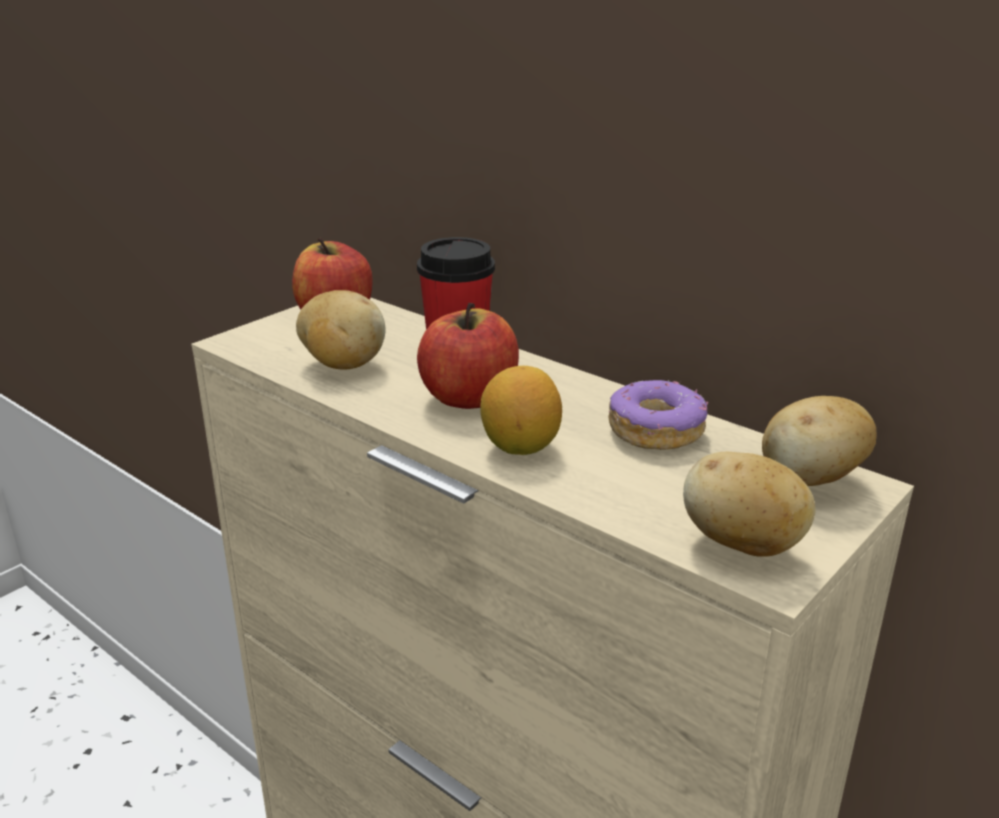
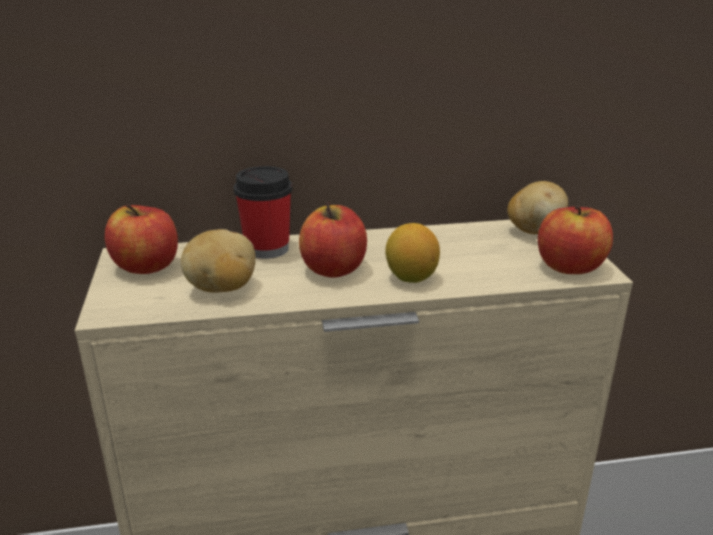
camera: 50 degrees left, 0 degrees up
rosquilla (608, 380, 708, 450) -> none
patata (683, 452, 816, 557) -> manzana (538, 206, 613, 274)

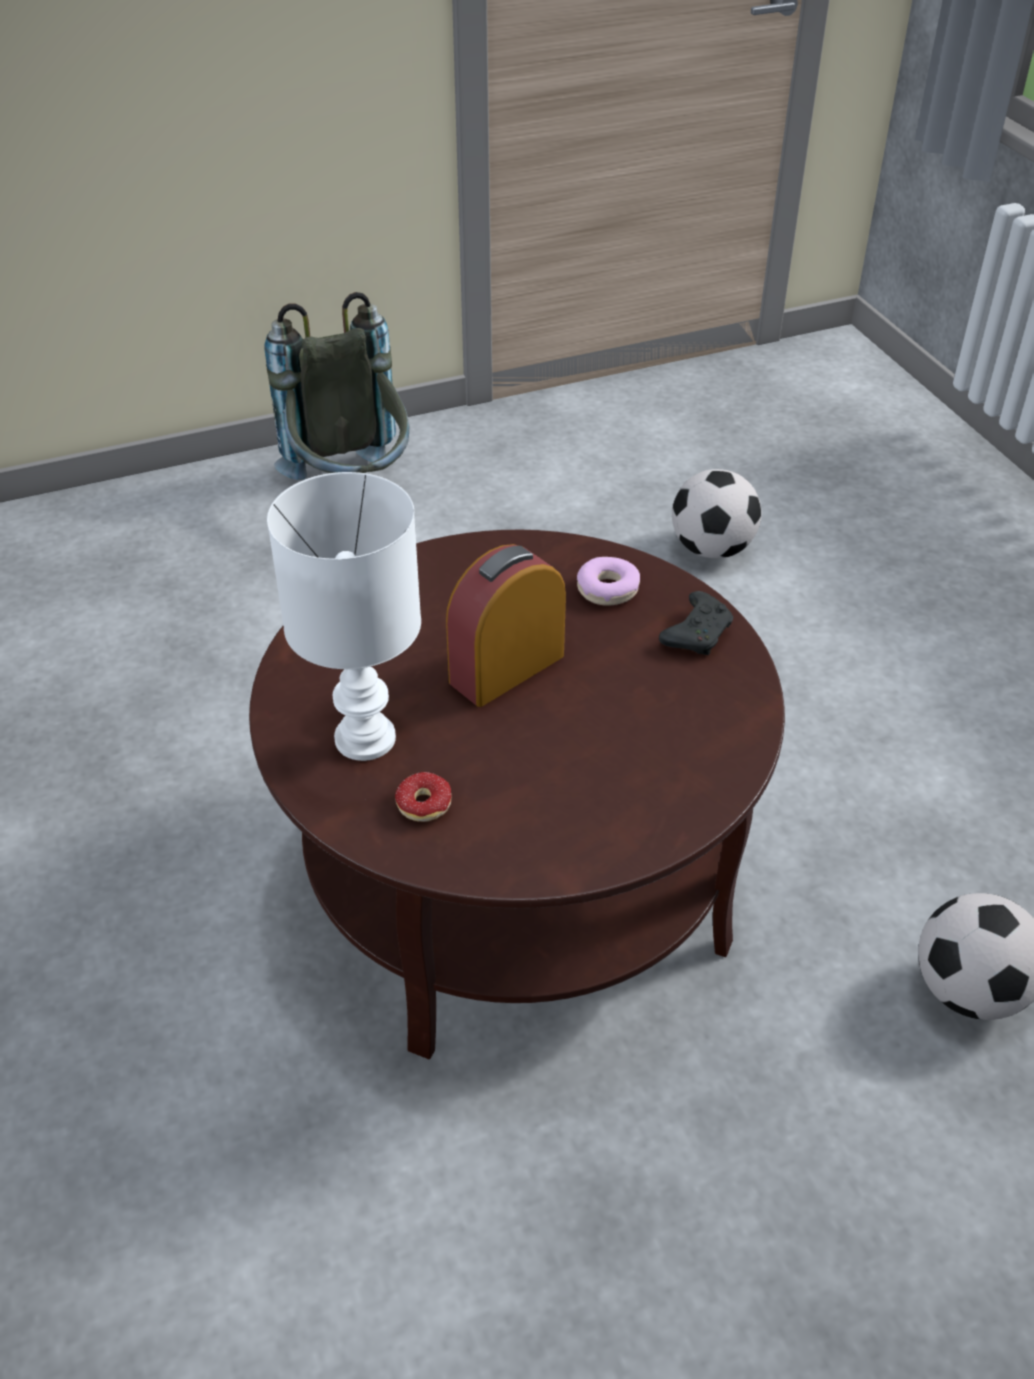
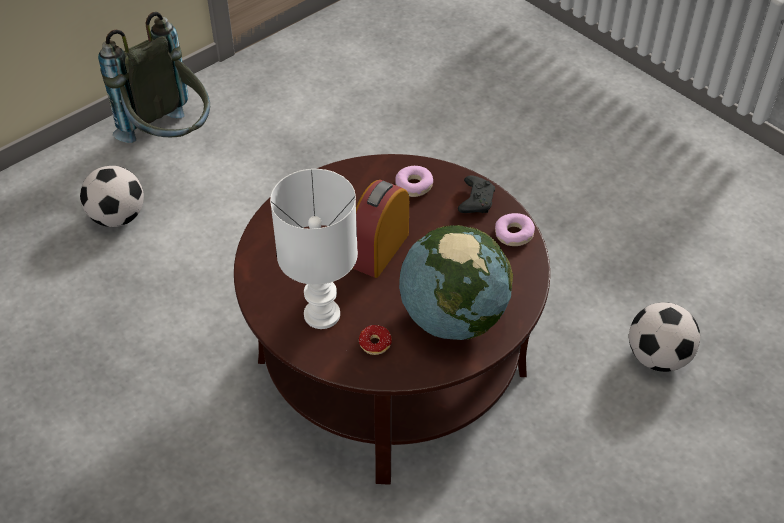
camera: 20 degrees left, 5 degrees up
balón de fútbol (672, 469, 761, 558) -> balón de fútbol (80, 166, 144, 227), moved
none -> globo terráqueo (399, 225, 513, 340)
none -> rosquilla (495, 213, 535, 246)

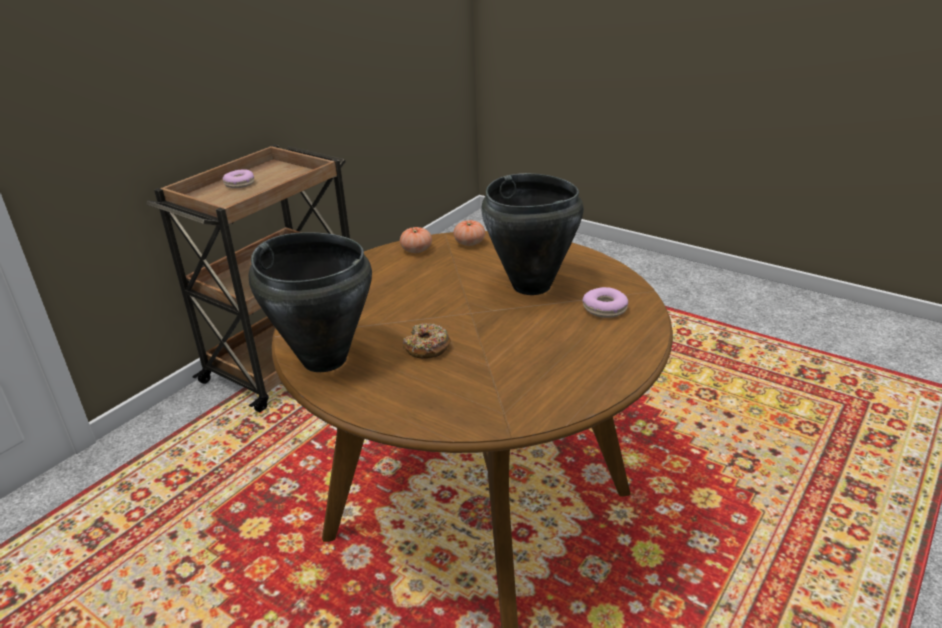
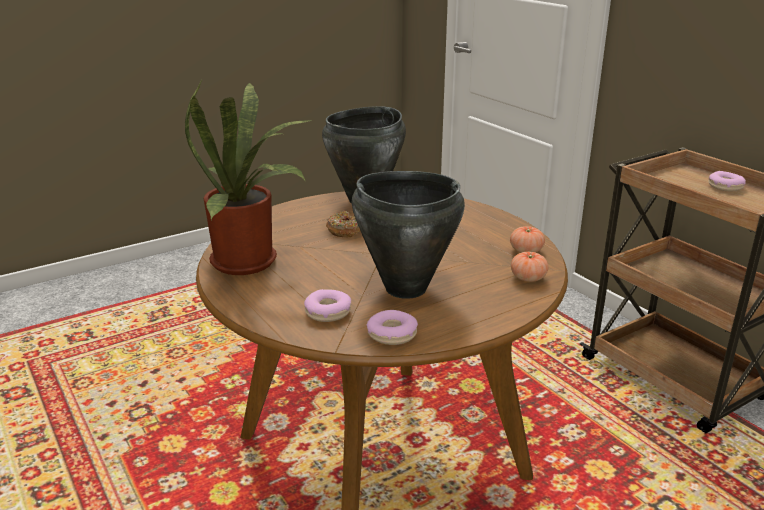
camera: 110 degrees right, 5 degrees down
none -> planta en maceta (185, 80, 315, 275)
none -> rosquilla (367, 310, 418, 345)

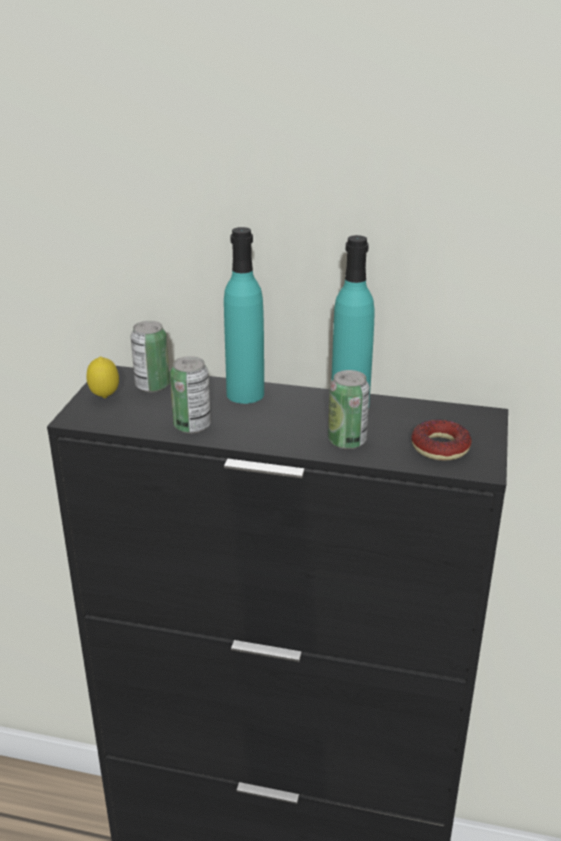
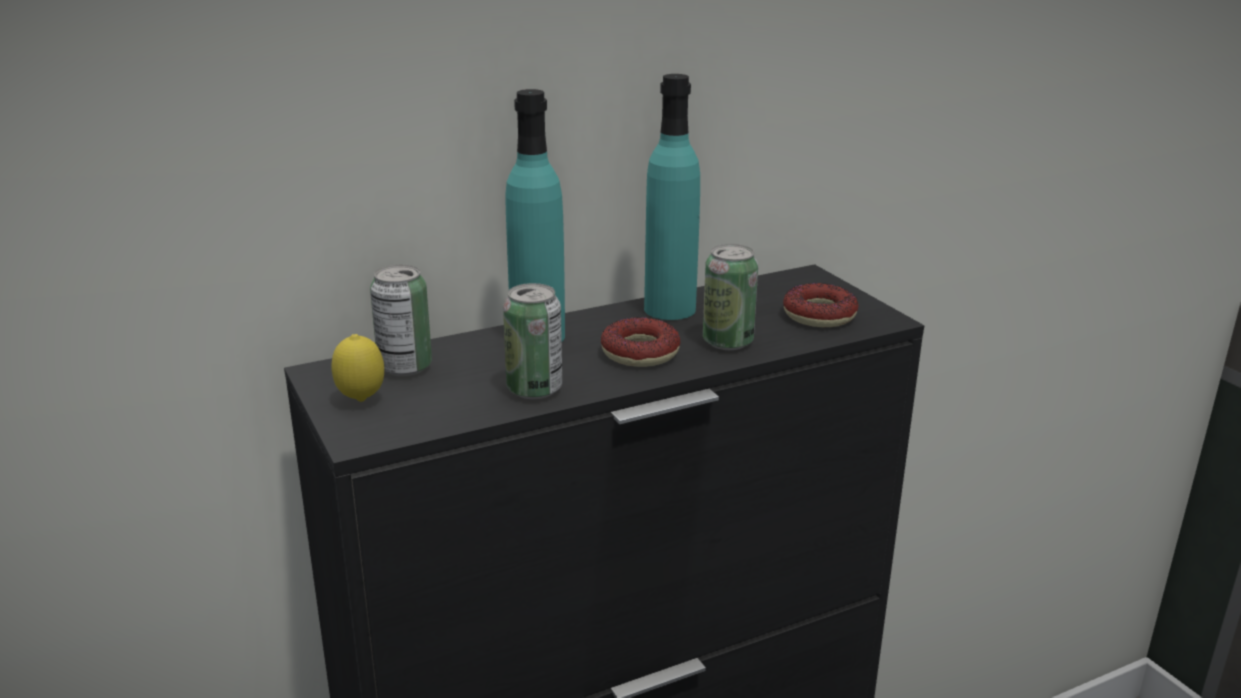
camera: 40 degrees left, 5 degrees down
none -> rosquilla (601, 317, 680, 367)

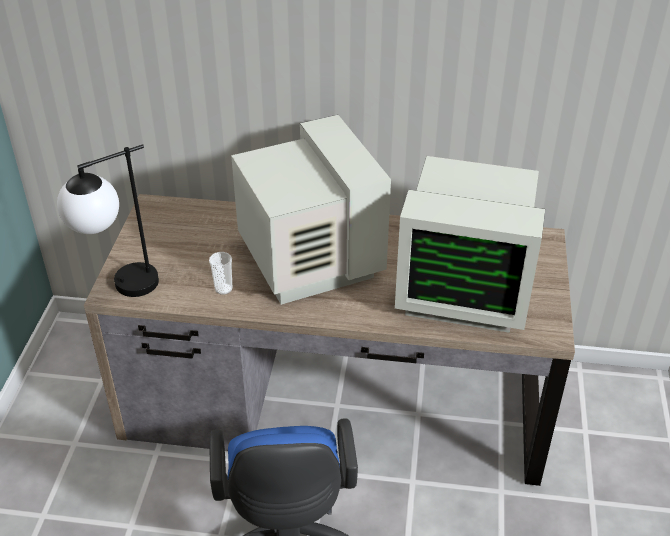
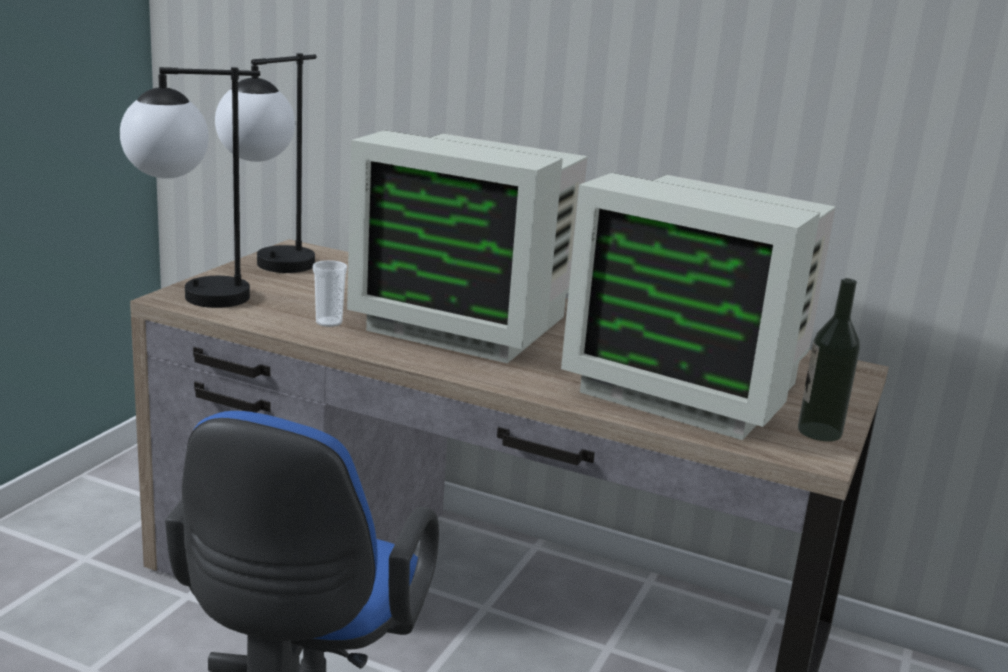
camera: 15 degrees right, 20 degrees down
monitor (231, 115, 391, 305) -> monitor (347, 130, 588, 363), 120 degrees clockwise
none -> lámpara de mesa (215, 53, 317, 273)
none -> botella (798, 278, 860, 442)

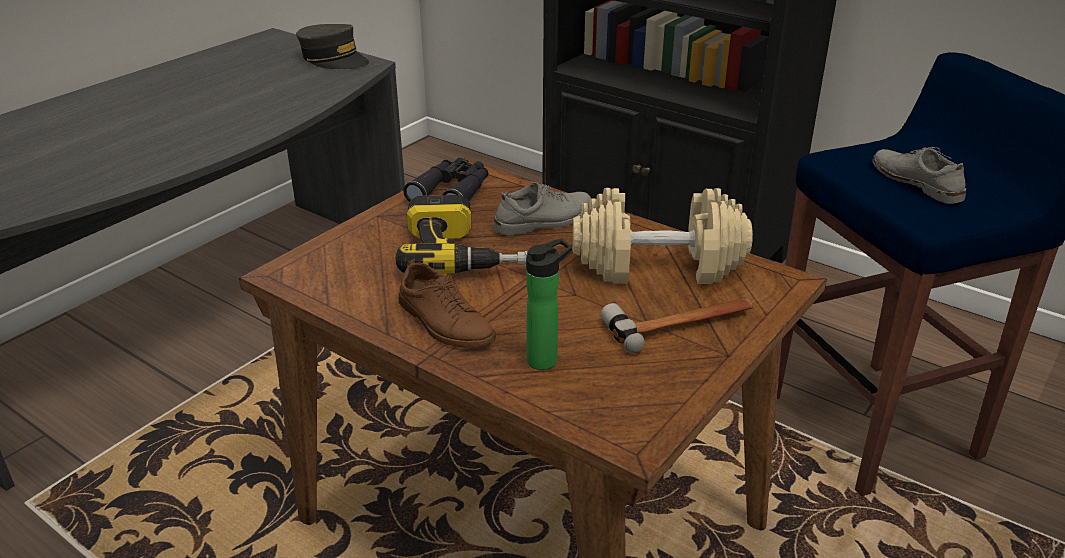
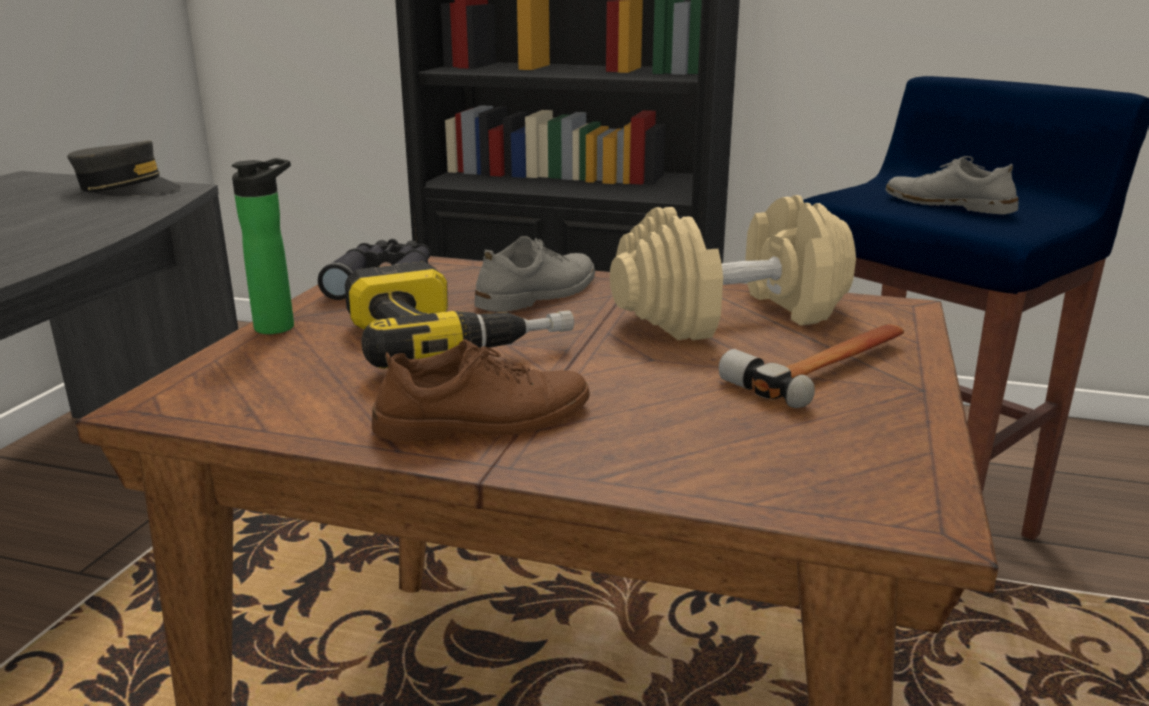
camera: 20 degrees left, 10 degrees down
zapato (marrón) (398, 259, 496, 348) -> zapato (marrón) (372, 339, 590, 442), 45 degrees counterclockwise
botella (526, 238, 572, 370) -> botella (232, 158, 294, 334), moved

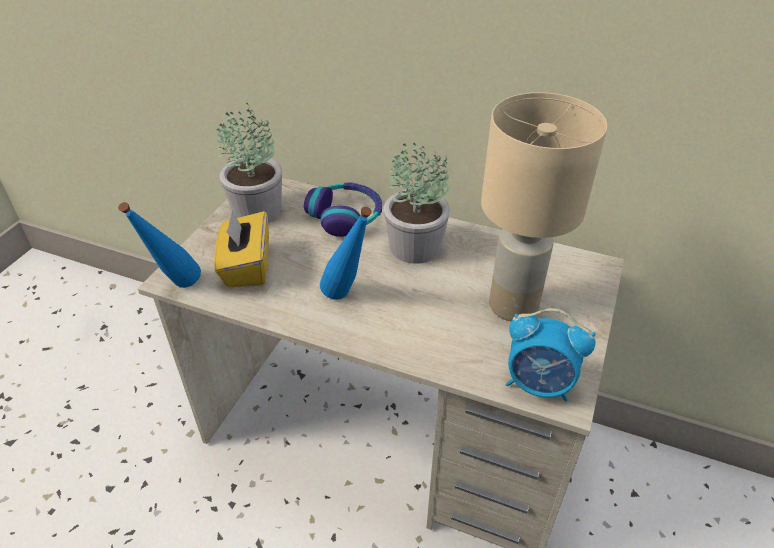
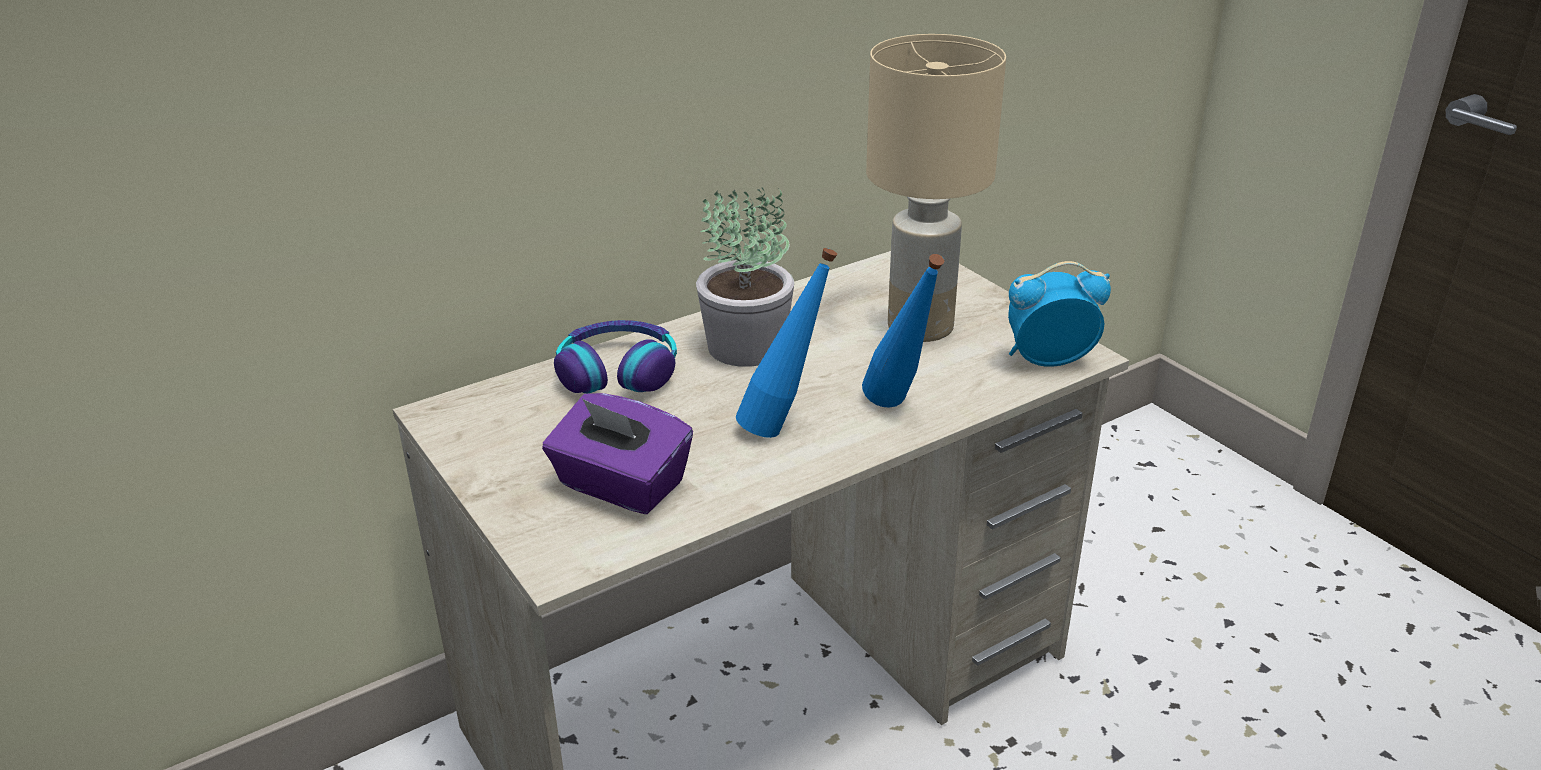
camera: 55 degrees left, 10 degrees down
botella (azul) (118, 202, 201, 288) -> botella (azul) (862, 254, 944, 408), moved
caja de pañuelos (amarillo) (214, 211, 269, 287) -> caja de pañuelos (morado) (542, 393, 693, 514)
planta en maceta (216, 103, 282, 222) -> none
despertador (505, 308, 595, 402) -> despertador (1008, 261, 1111, 367), 150 degrees counterclockwise

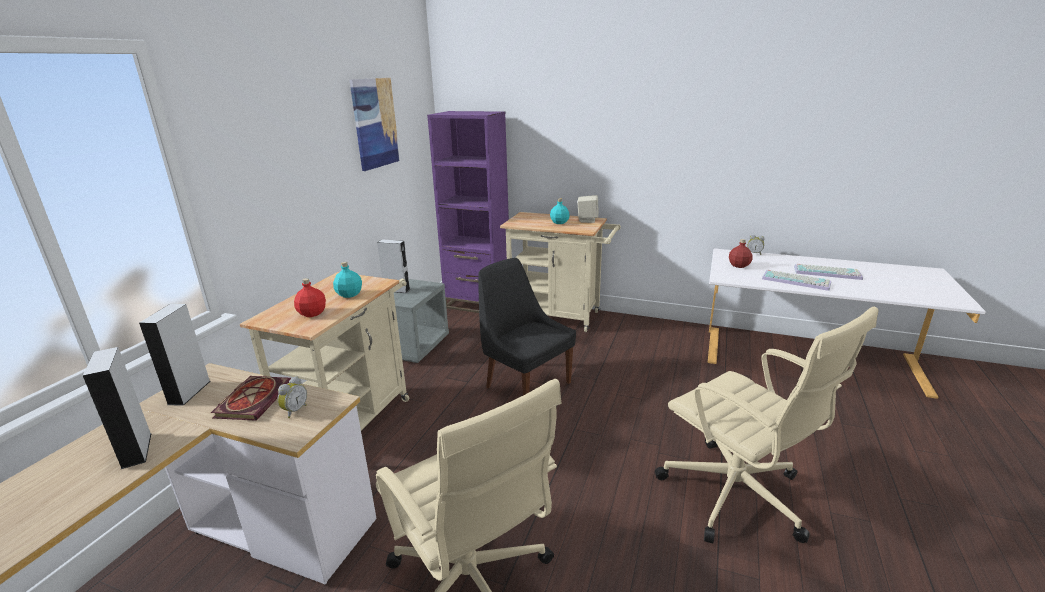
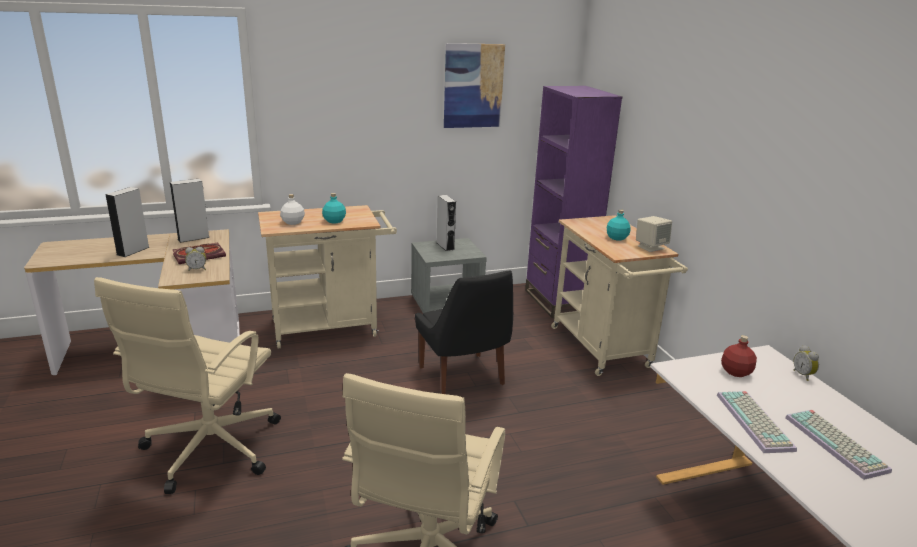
camera: 50 degrees right, 0 degrees up
botella (rojo) (294, 278, 326, 317) -> botella (blanco) (280, 194, 305, 225)
silla (negro) (479, 258, 576, 396) -> silla (negro) (415, 270, 513, 394), 150 degrees clockwise

